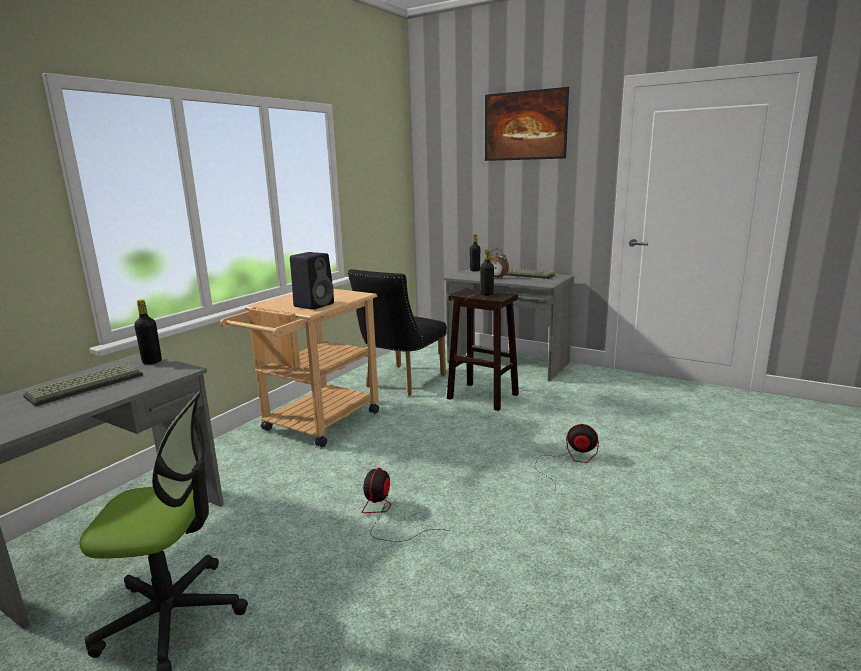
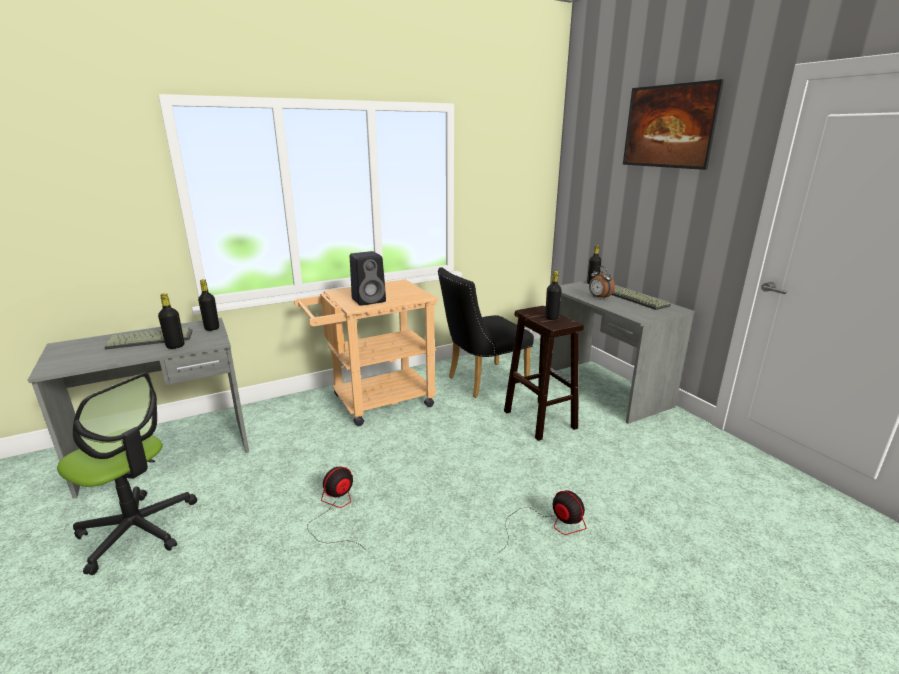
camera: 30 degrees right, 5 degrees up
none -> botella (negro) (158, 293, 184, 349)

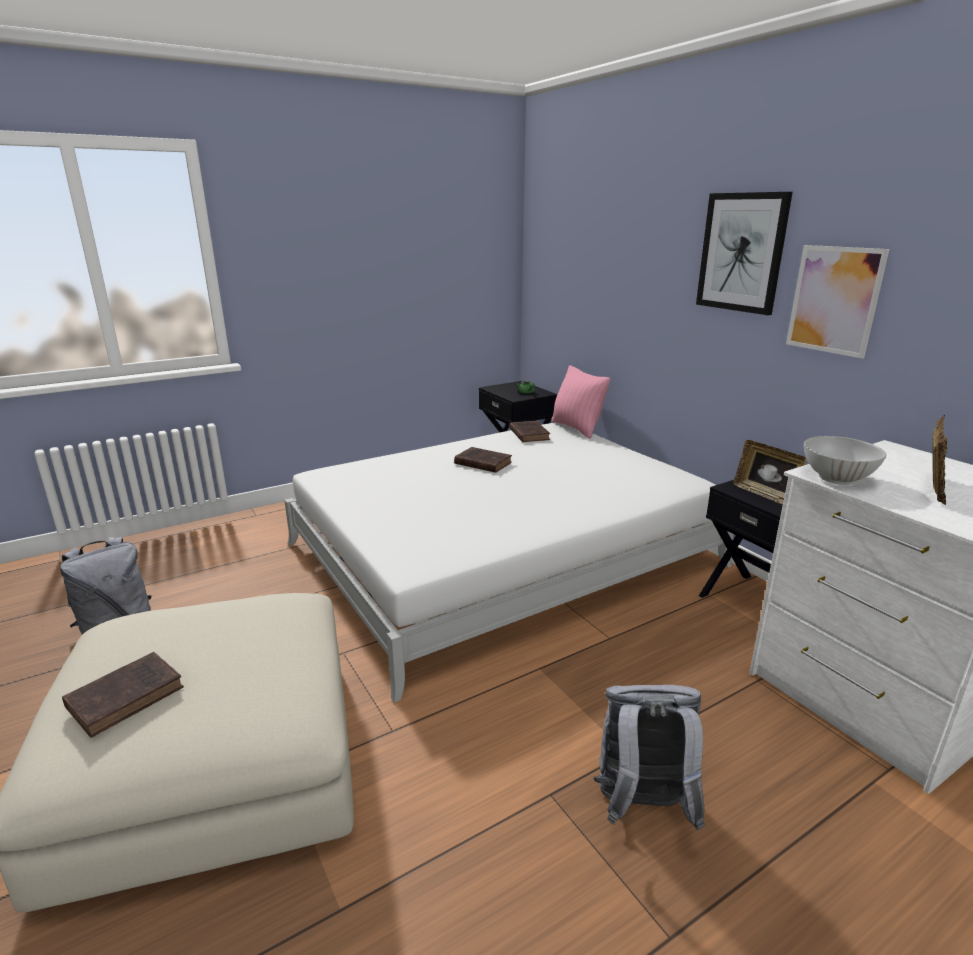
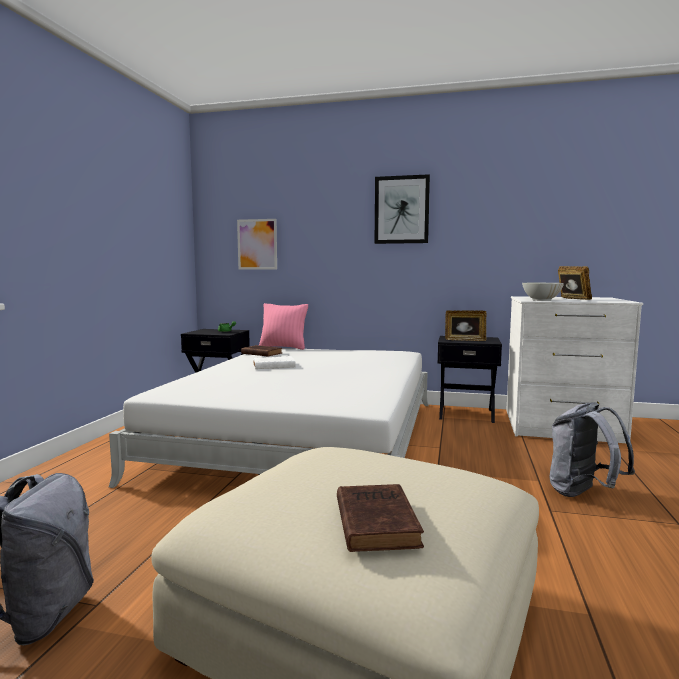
camera: 45 degrees left, 15 degrees down
libro (marrón) (454, 447, 512, 473) -> libro (blanco) (253, 356, 296, 369)
cuadro (786, 245, 889, 359) -> cuadro (237, 219, 277, 270), moved

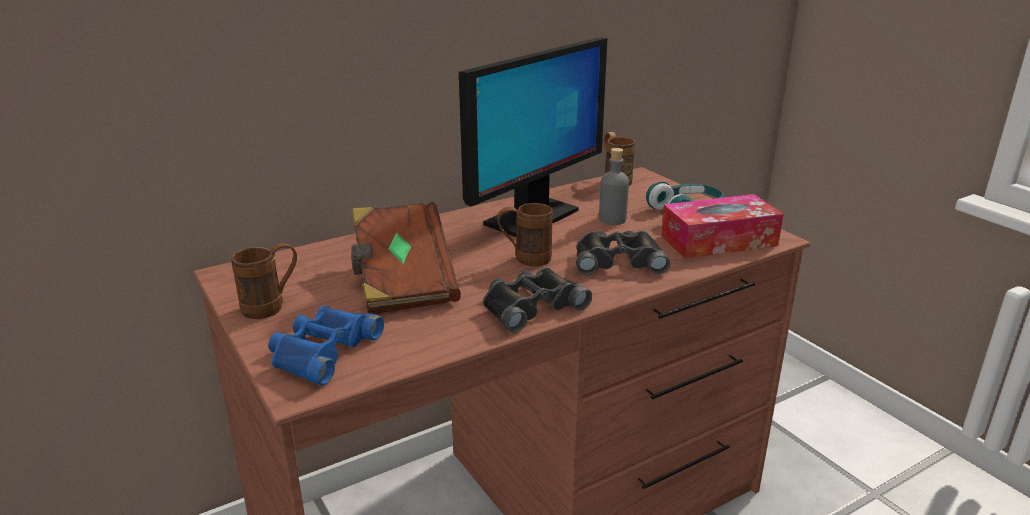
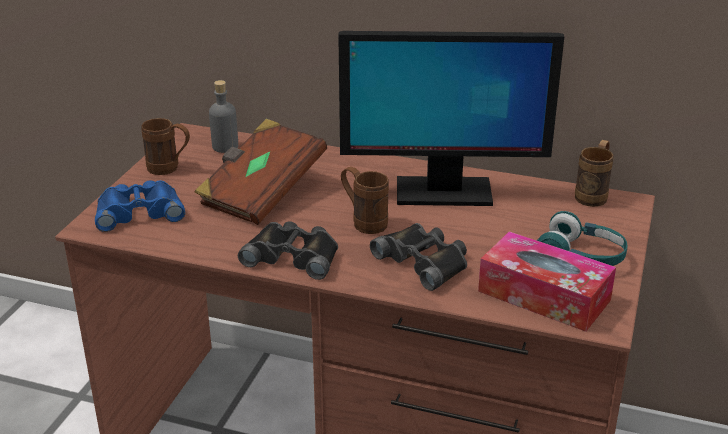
camera: 50 degrees right, 5 degrees up
botella (gris) (599, 148, 629, 225) -> botella (gris) (209, 80, 238, 153), moved

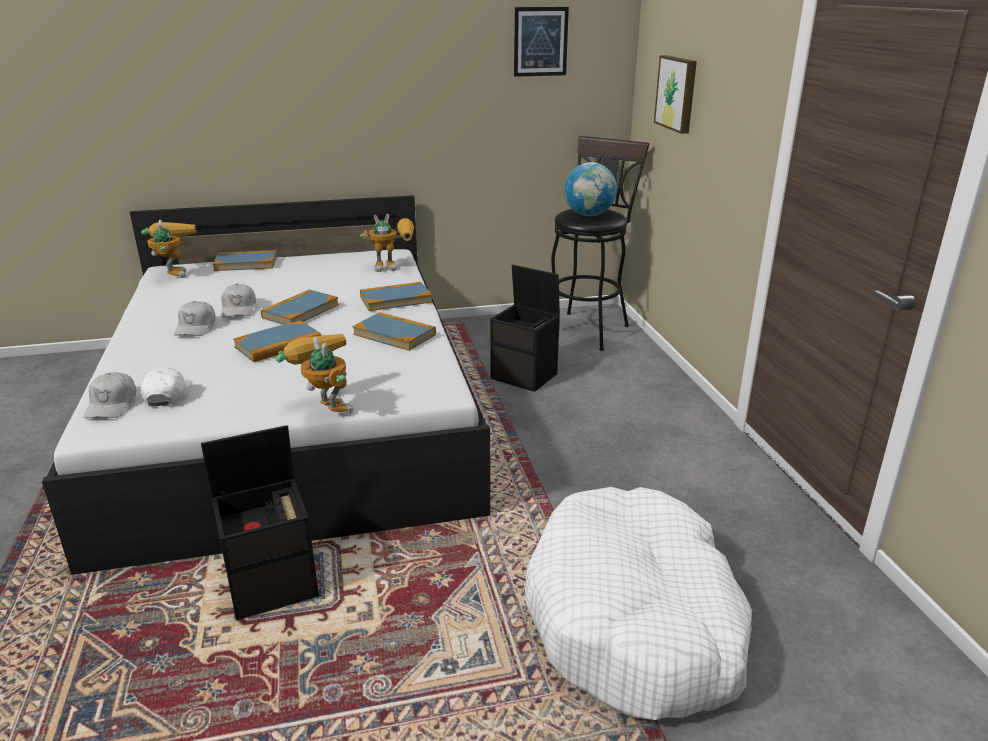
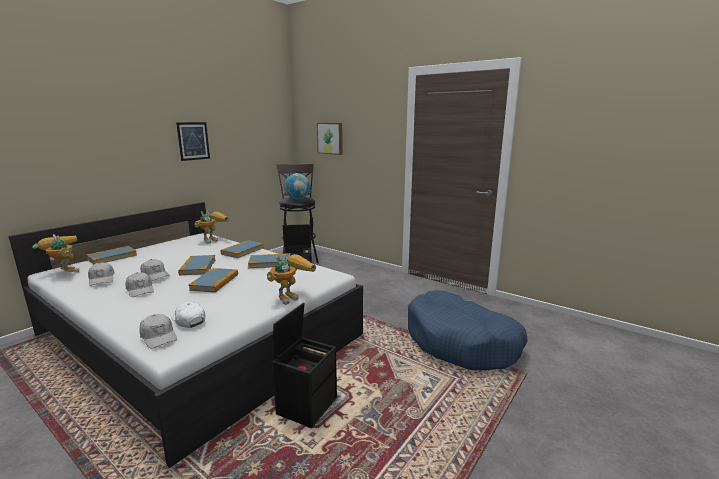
camera: 40 degrees left, 10 degrees down
robot de juguete (276, 334, 353, 413) -> robot de juguete (267, 254, 316, 305), 120 degrees clockwise
cuadro (514, 7, 569, 77) -> cuadro (176, 122, 210, 161), moved
cama para perro (blanco) (524, 487, 752, 720) -> cama para perro (azul) (408, 290, 528, 370)
none -> gorra (blanco) (88, 262, 115, 286)

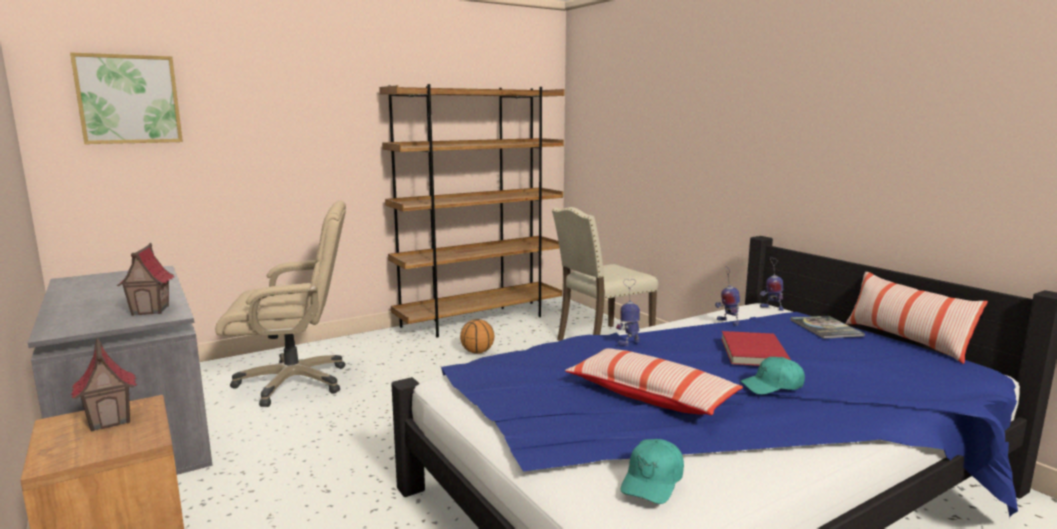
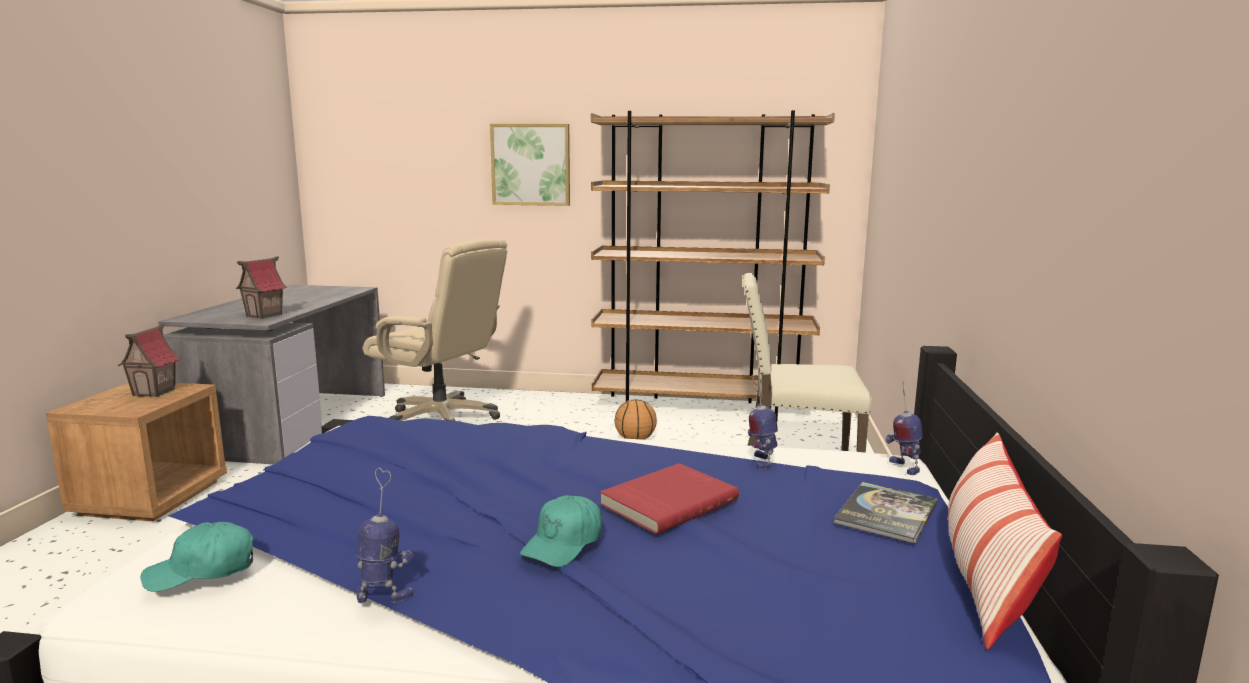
camera: 40 degrees right, 0 degrees up
cuadro (70, 52, 183, 144) -> cuadro (490, 124, 570, 206), moved
cojín (565, 348, 743, 415) -> none
robot de juguete (616, 279, 640, 346) -> robot de juguete (356, 467, 414, 603), moved
gorra (turquesa) (740, 357, 805, 395) -> gorra (turquesa) (520, 495, 602, 567), 90 degrees counterclockwise

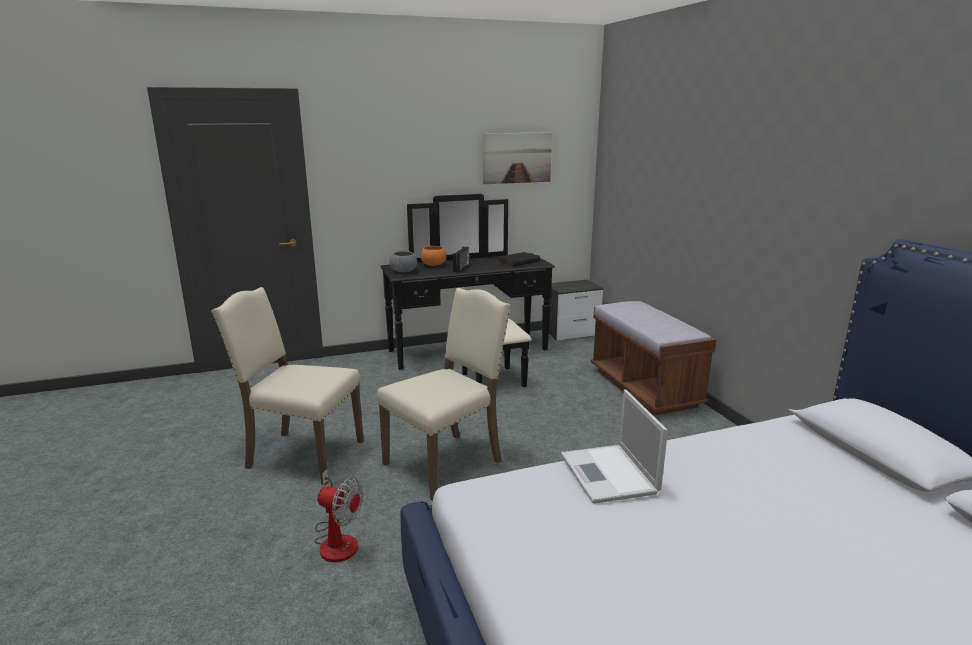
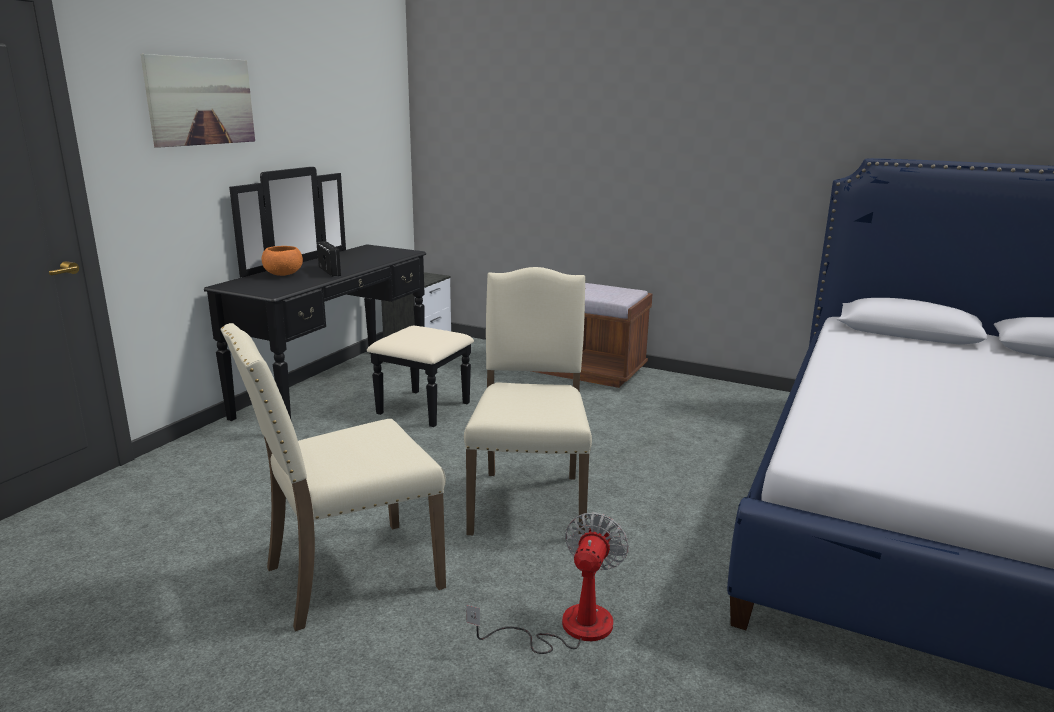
camera: 45 degrees left, 0 degrees up
ventilador (315, 469, 363, 562) -> ventilador (466, 512, 629, 654), 45 degrees counterclockwise
cuenco (gris) (389, 251, 417, 272) -> none
cuadro (483, 132, 552, 184) -> cuadro (141, 54, 255, 148), moved
libro (negro) (498, 252, 540, 267) -> none
portátil (561, 390, 668, 504) -> none

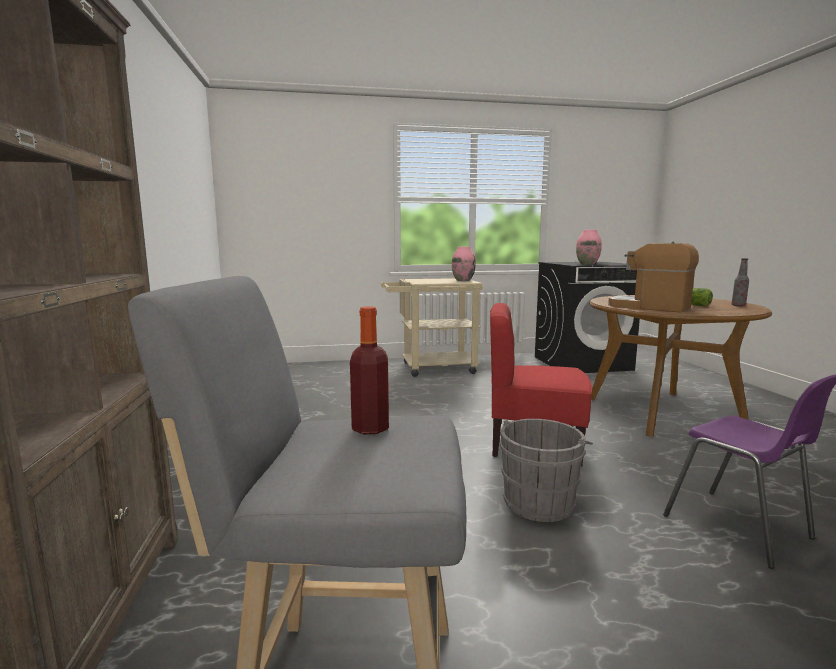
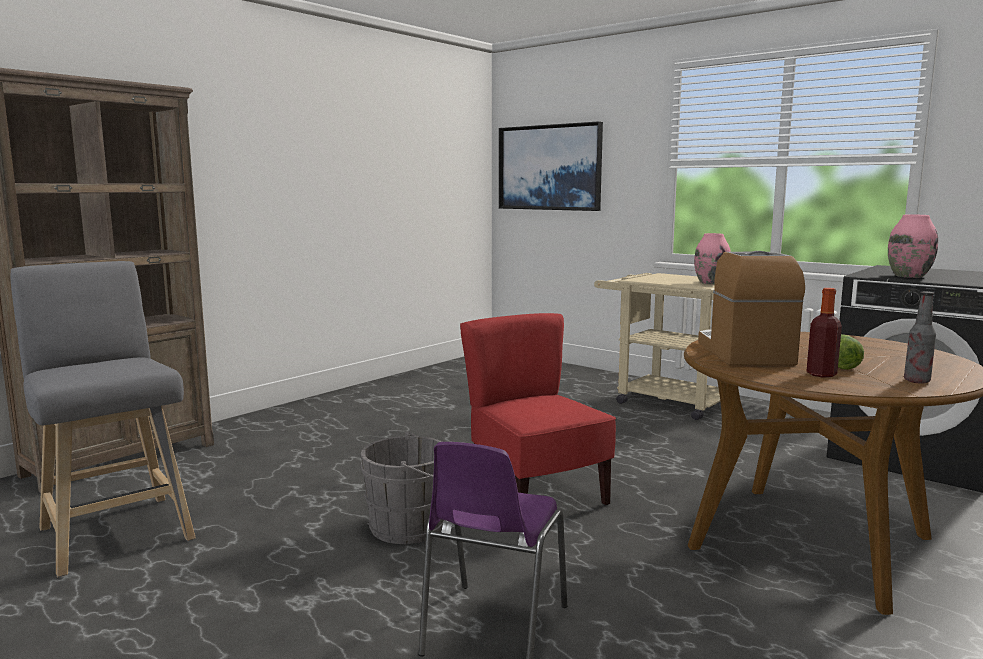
camera: 50 degrees right, 0 degrees up
botella (350, 306, 389, 434) -> botella (807, 288, 842, 377), moved
none -> cuadro (499, 121, 603, 211)

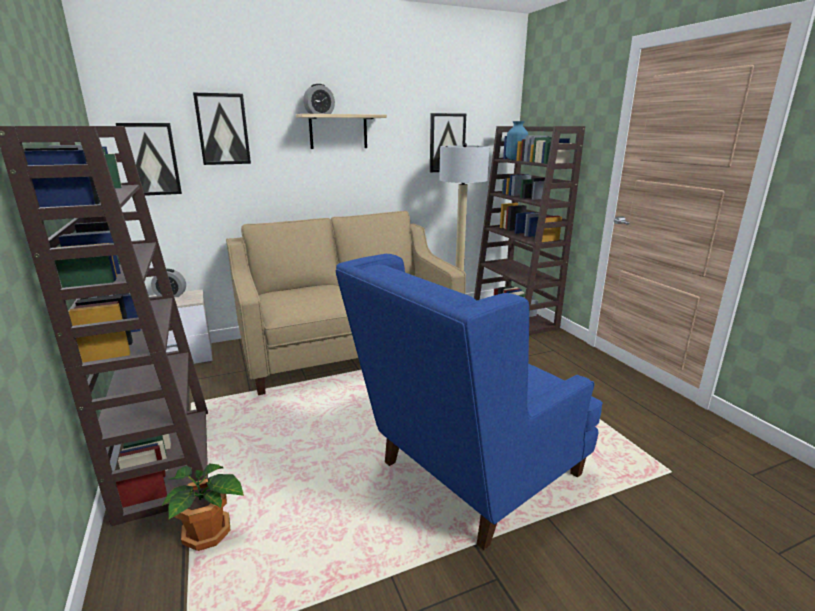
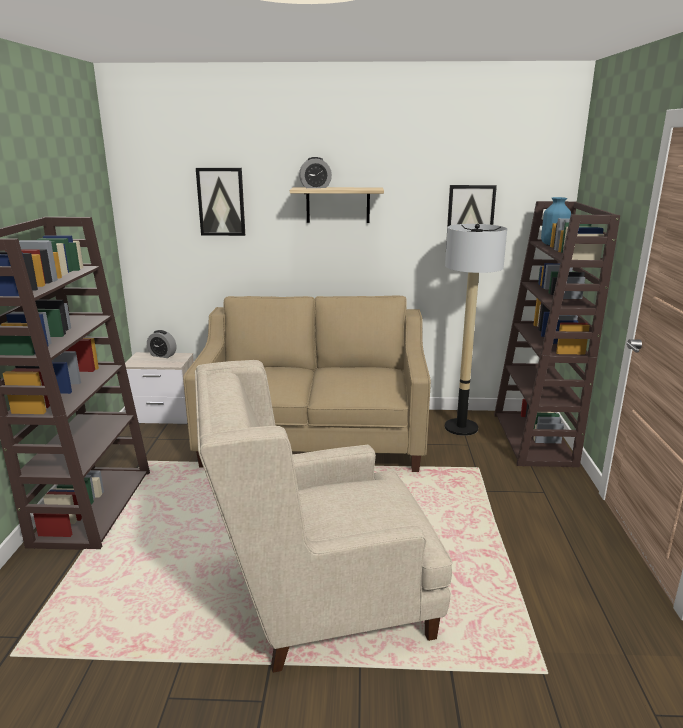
camera: 25 degrees right, 0 degrees up
cuadro (116, 123, 182, 196) -> none
planta en maceta (162, 463, 244, 551) -> none
sillón (azul) (336, 254, 603, 550) -> sillón (beis) (195, 360, 452, 673)

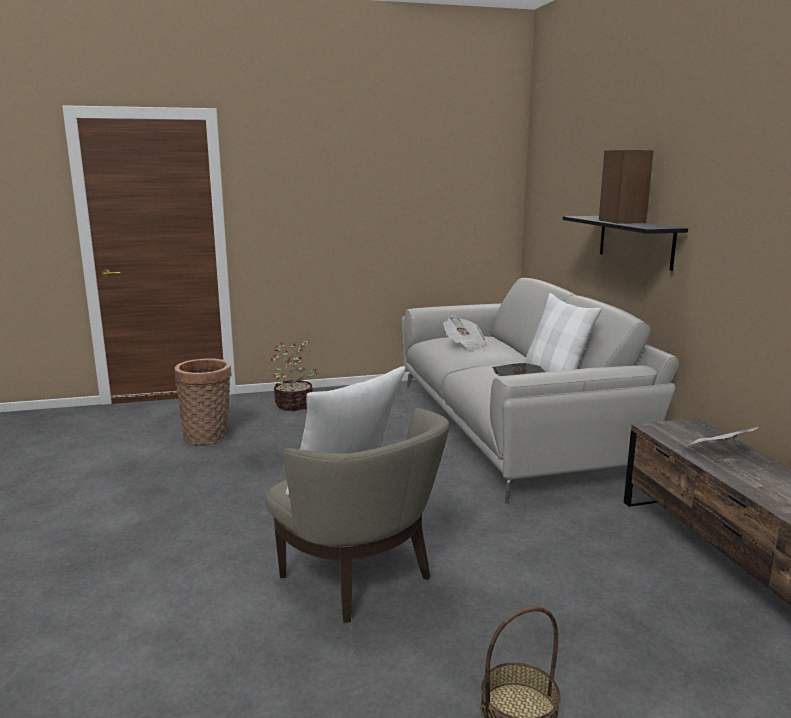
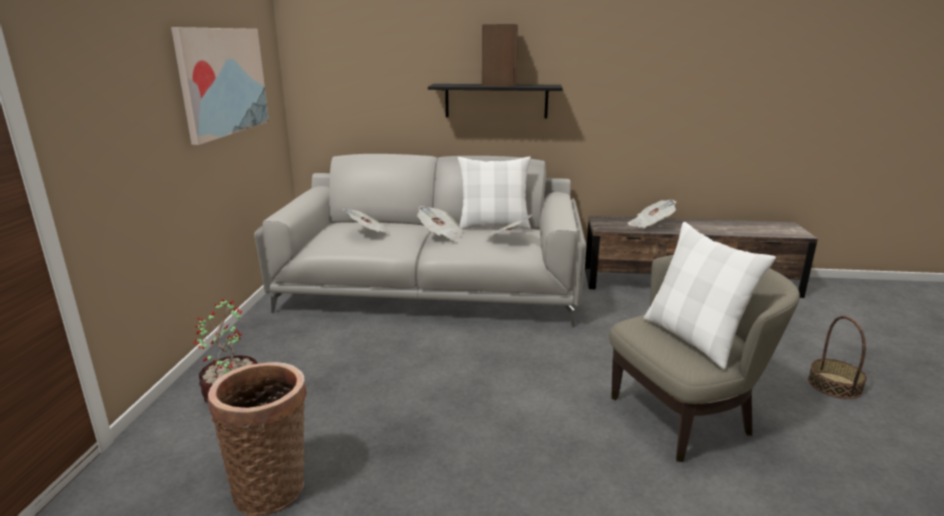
camera: 70 degrees left, 5 degrees up
none -> cuadro (171, 27, 269, 145)
none -> periódico (417, 206, 464, 241)

